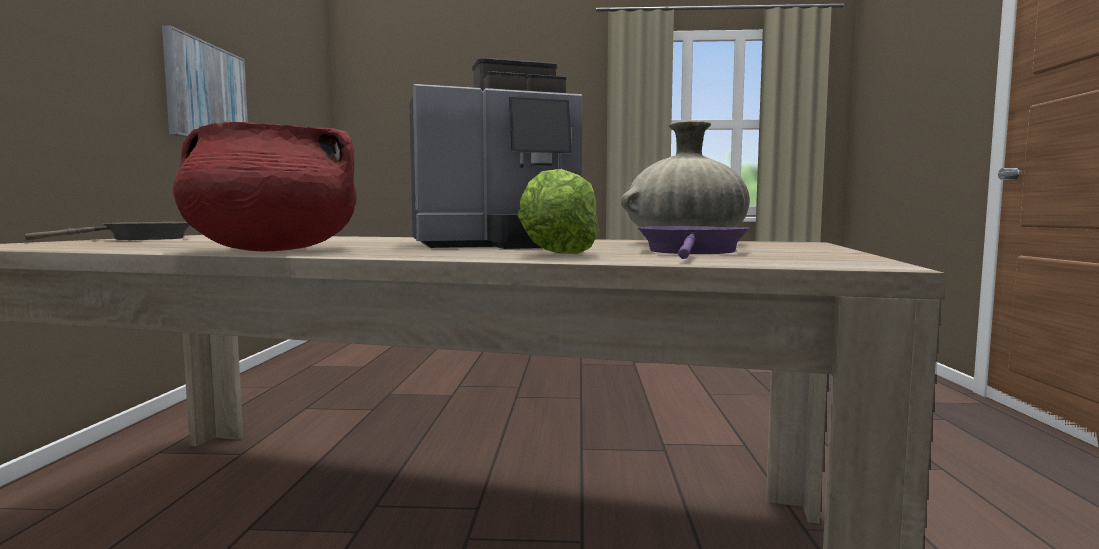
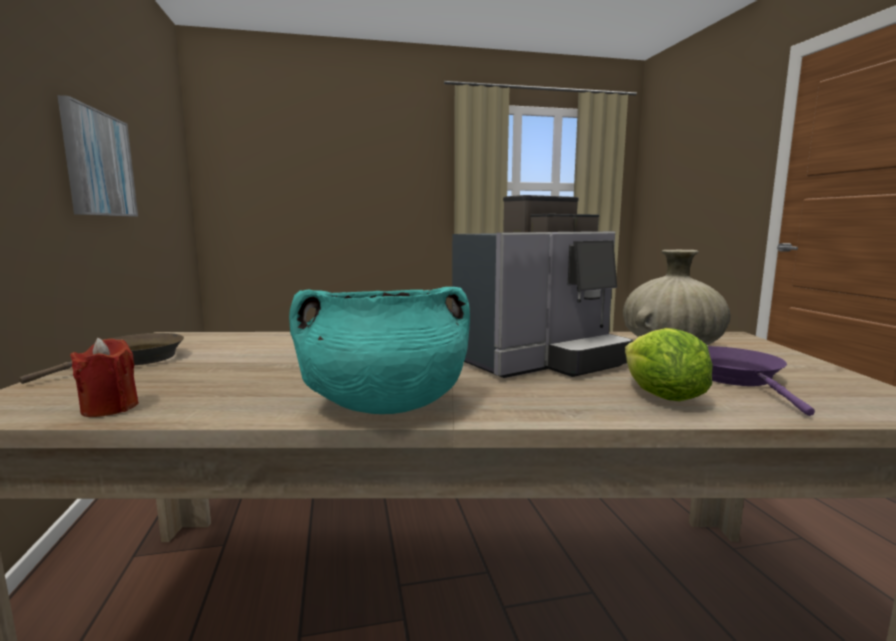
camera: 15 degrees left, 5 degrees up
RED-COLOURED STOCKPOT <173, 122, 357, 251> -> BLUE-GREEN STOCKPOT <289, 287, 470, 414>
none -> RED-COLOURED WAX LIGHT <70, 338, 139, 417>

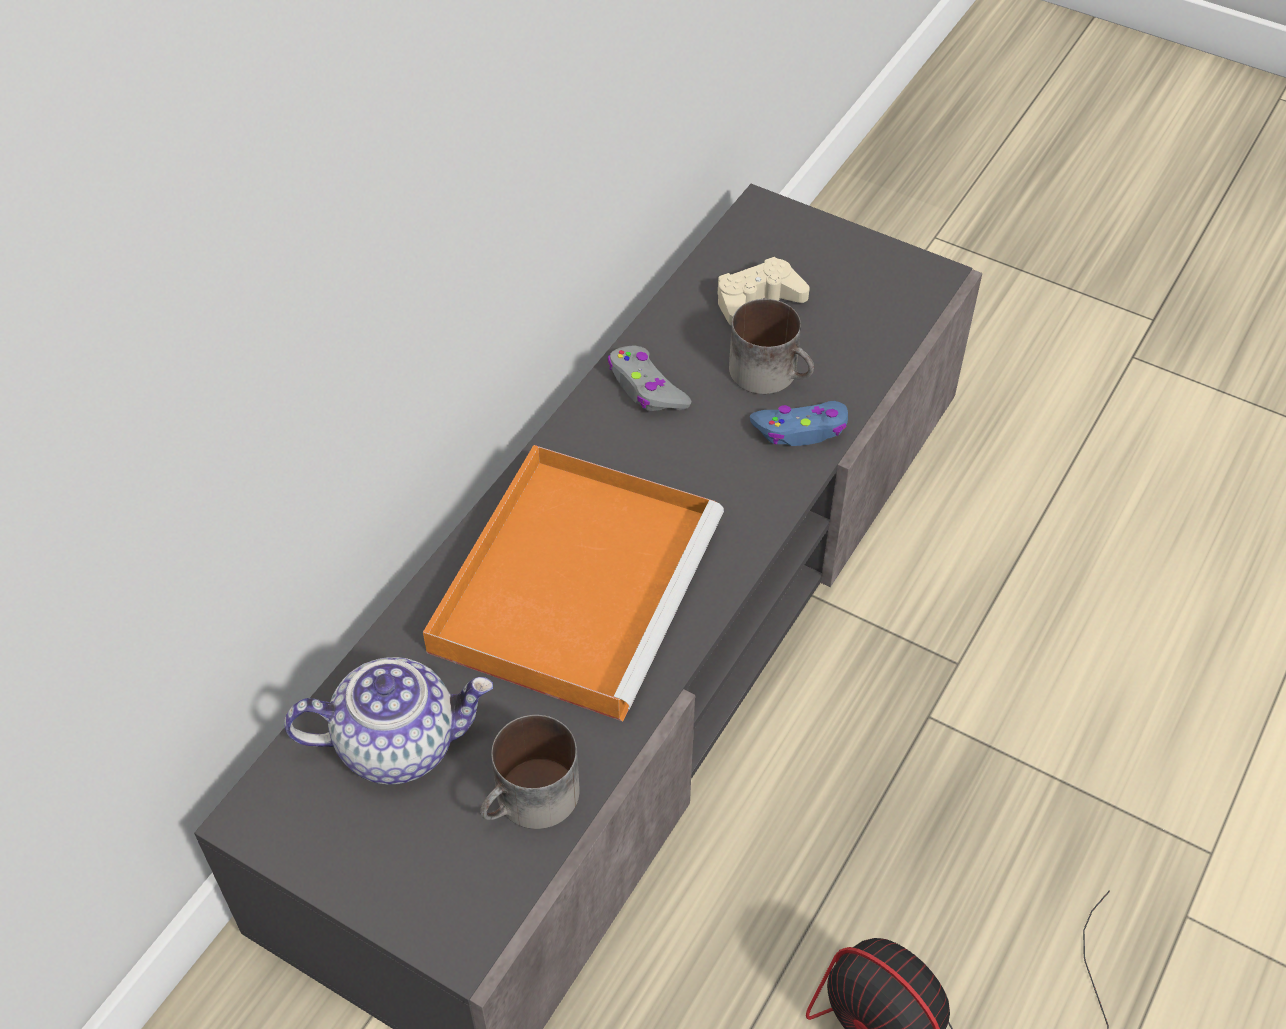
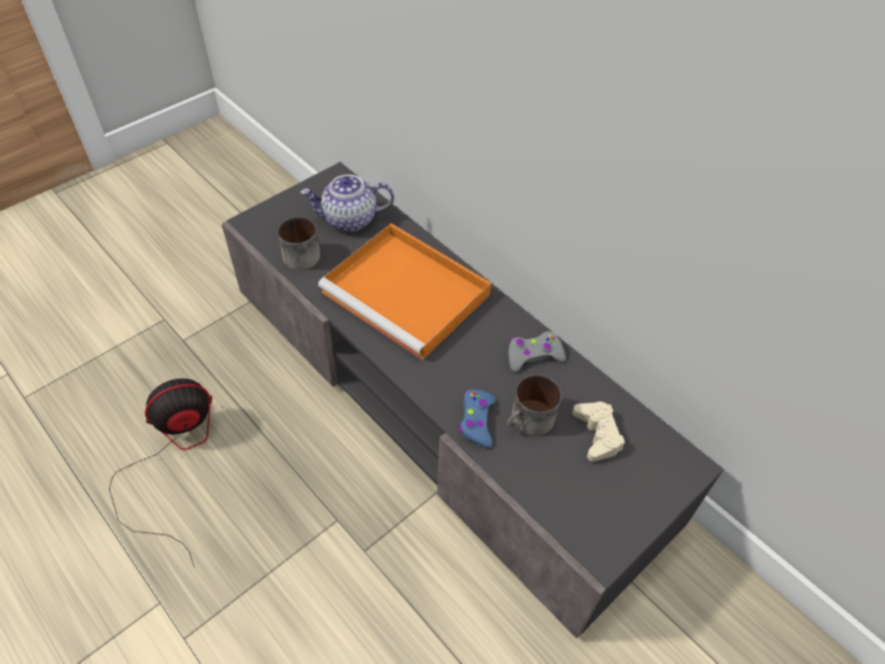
camera: 105 degrees right, 0 degrees up
TEA POT <284, 657, 493, 784> -> TEA POT <300, 175, 394, 232>, 75 degrees clockwise

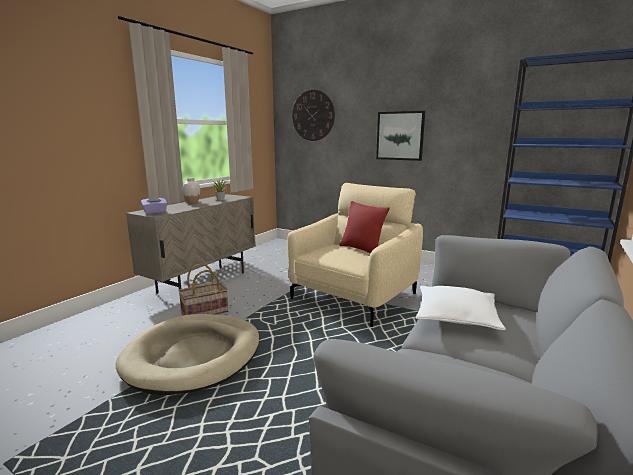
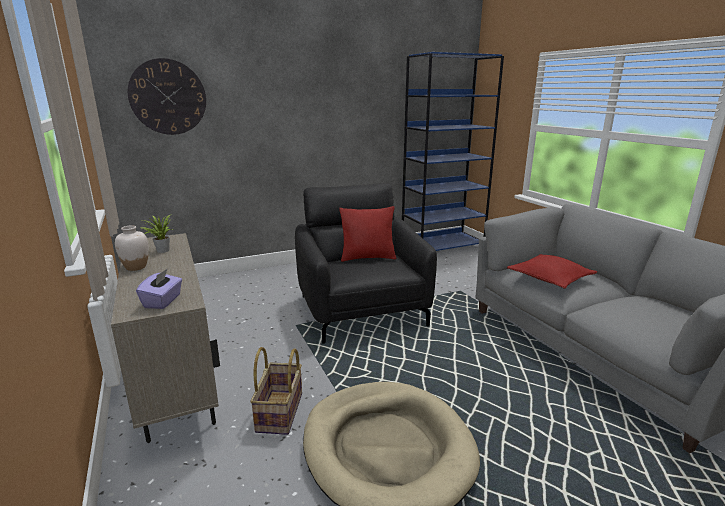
camera: 55 degrees left, 5 degrees up
BEIGE-COLOURED LOUNGE CHAIR <287, 183, 423, 327> -> BLACK LOUNGE CHAIR <295, 183, 437, 344>
WALL PICTURE <376, 111, 425, 161> -> none
WHITE-COLOURED PILLOW <416, 286, 506, 330> -> RED-COLOURED PILLOW <507, 254, 597, 289>

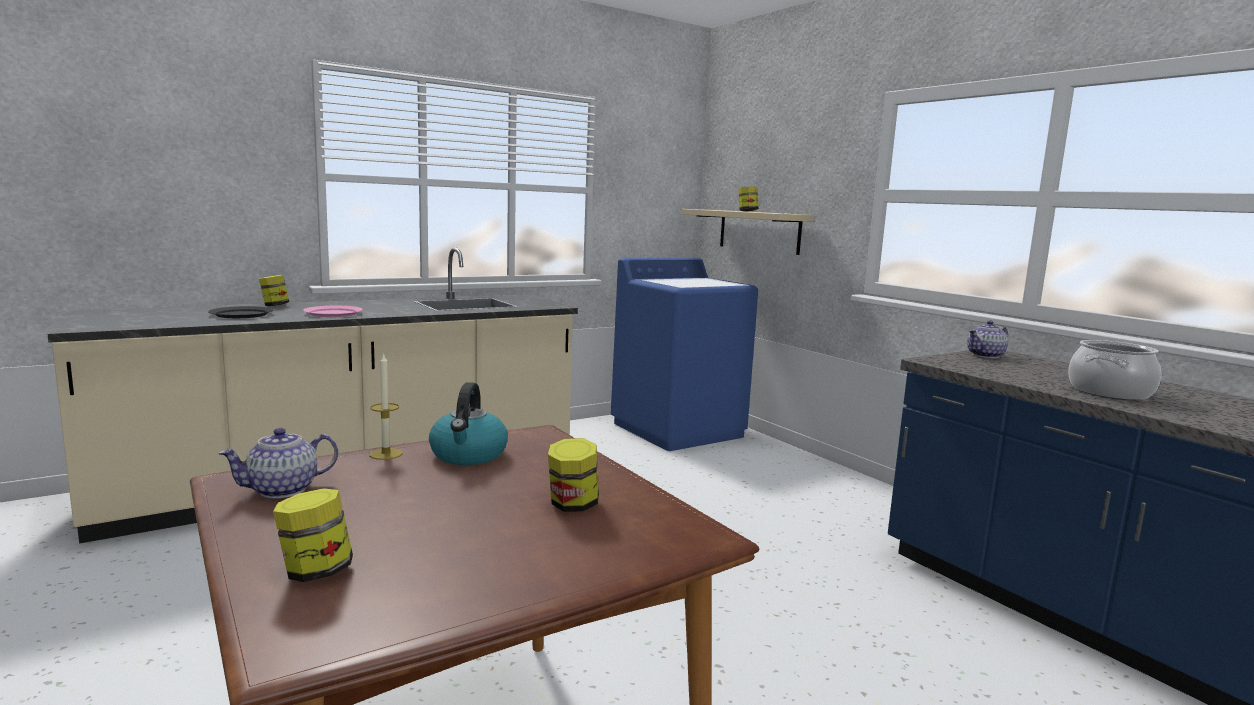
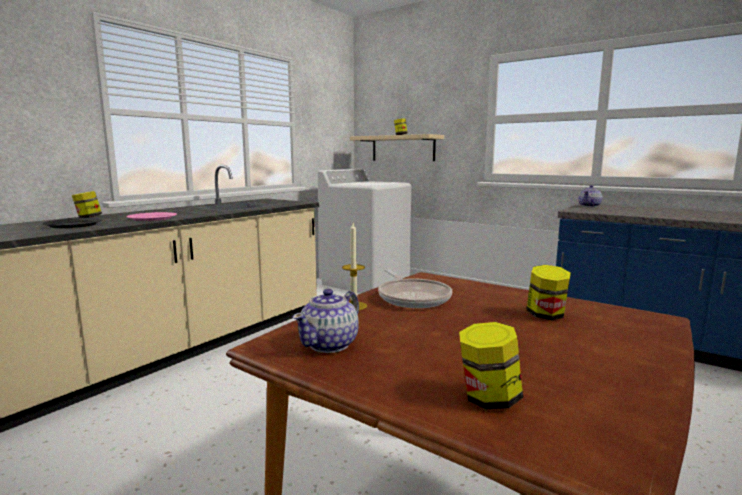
camera: 20 degrees left, 0 degrees up
TEA KETTLE <429, 382, 508, 465> -> SKILLET <378, 269, 452, 308>
BLUE-COLOURED LAUNDRY APPLIANCE <611, 257, 758, 451> -> WHITE-COLOURED LAUNDRY APPLIANCE <318, 169, 411, 293>
STOCKPOT <1068, 340, 1161, 400> -> none

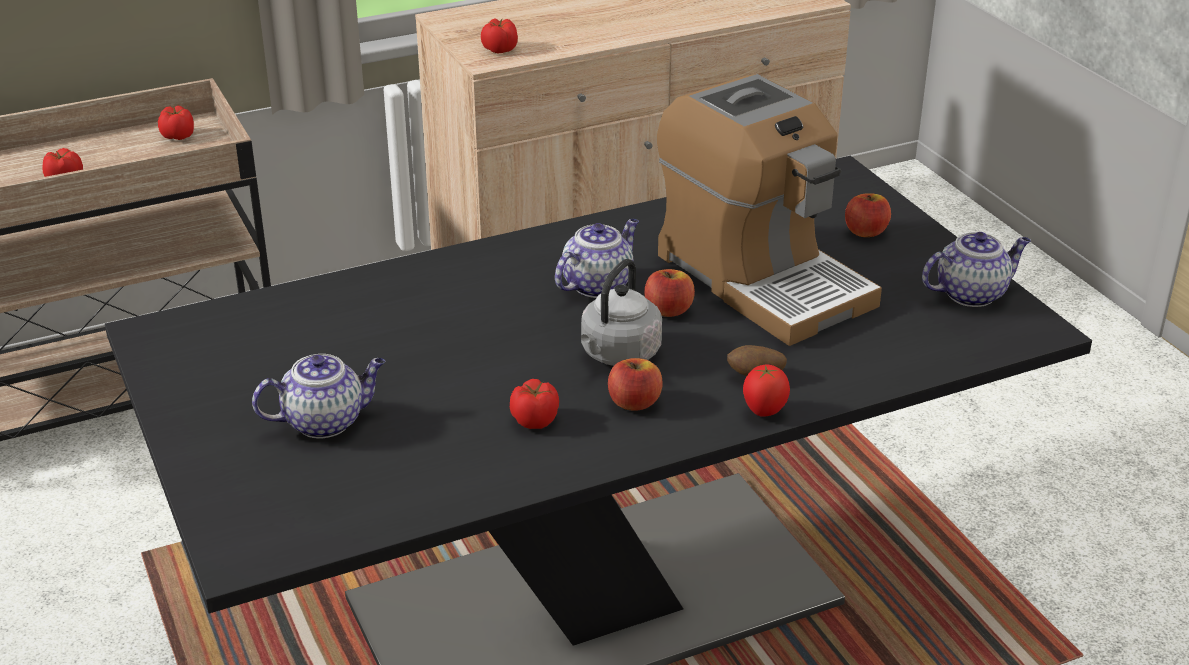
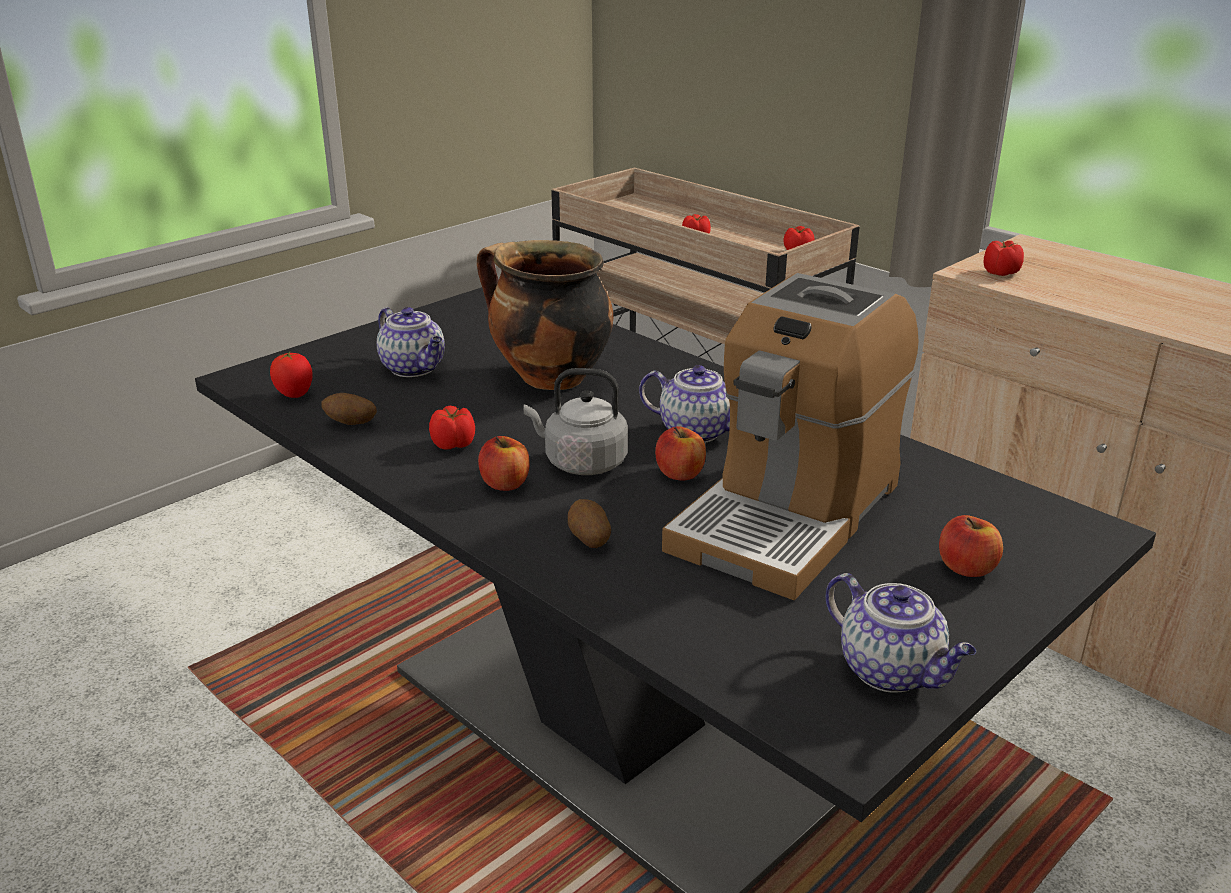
camera: 70 degrees right, 5 degrees down
TOMATO <743, 365, 790, 417> -> TOMATO <270, 352, 313, 398>, move
none -> SPUD <321, 393, 377, 425>
none -> STOCKPOT <477, 240, 613, 390>

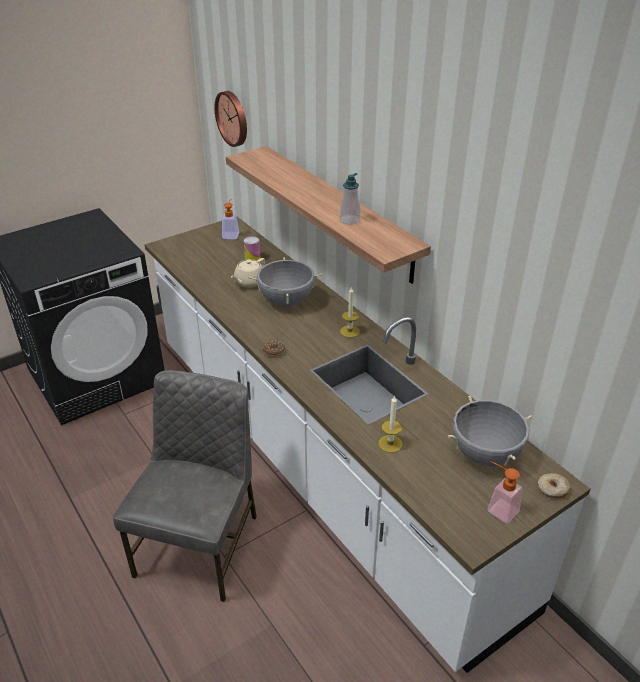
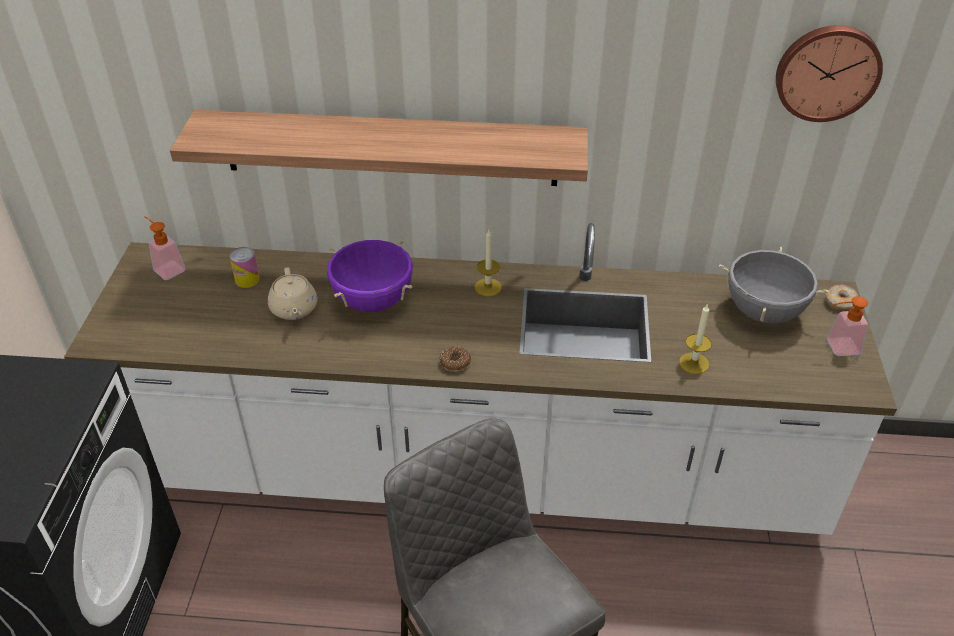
camera: 50 degrees left, 5 degrees up
CLOCK ON THE WALL <215, 91, 247, 147> -> CLOCK ON THE WALL <776, 25, 883, 122>, move
GREY STOCKPOT <250, 257, 322, 306> -> PURPLE-COLOURED STOCKPOT <327, 240, 413, 312>
LIQUID SOAP BOTTLE <340, 173, 361, 225> -> none

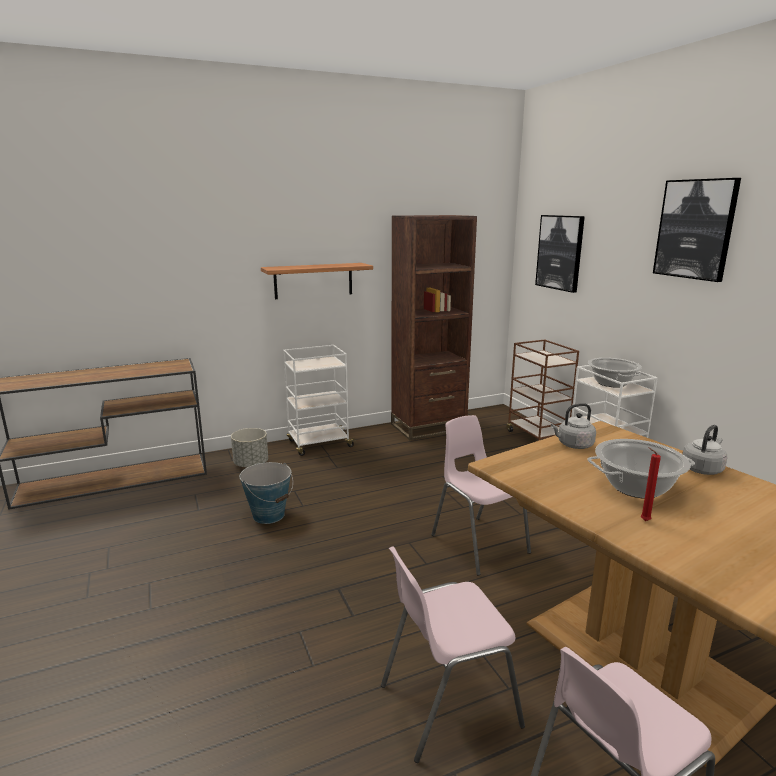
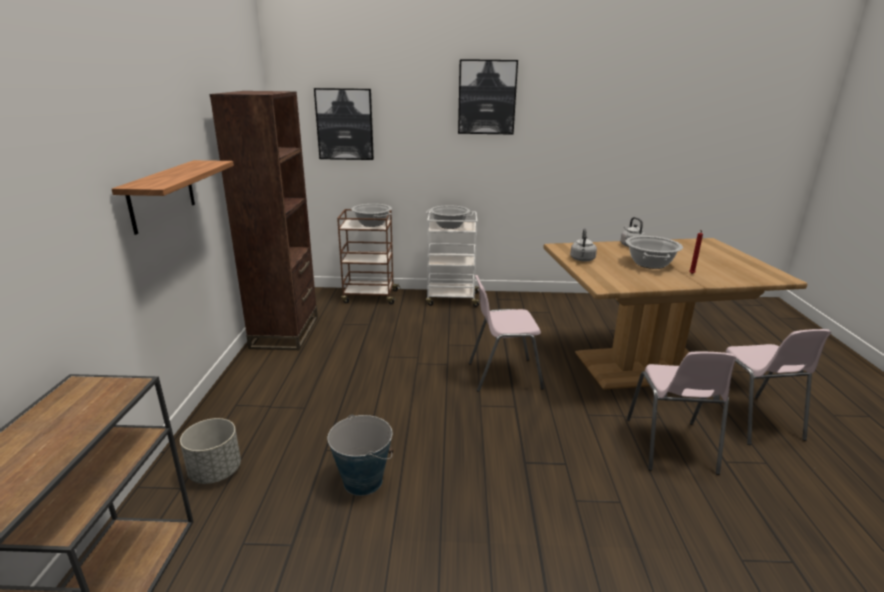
camera: 65 degrees left, 5 degrees up
WHITE-COLOURED CART <283, 345, 357, 456> -> none
none -> STOCKPOT <351, 204, 392, 227>

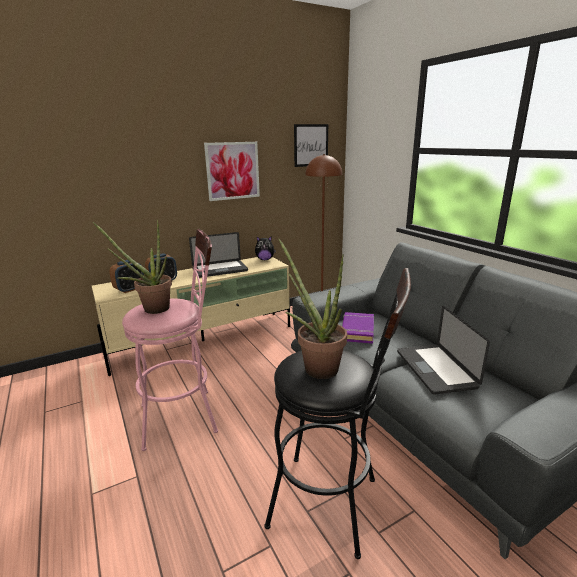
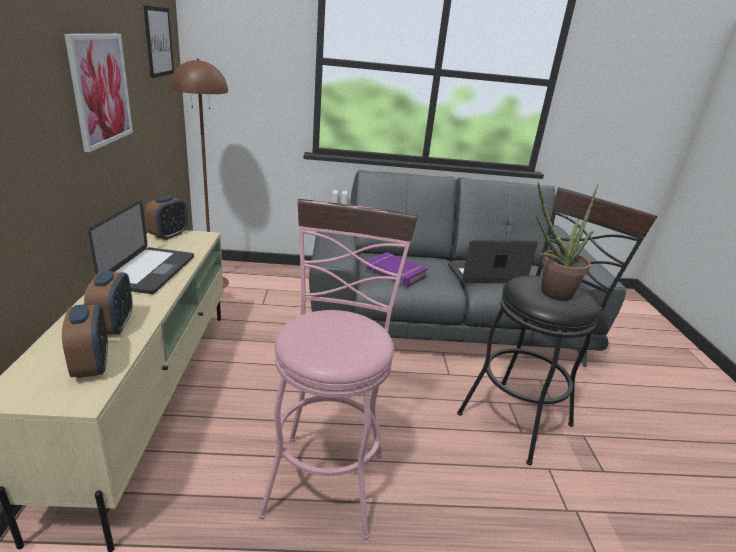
camera: 65 degrees left, 5 degrees up
POTTED PLANT <93, 219, 172, 314> -> none
CUDDLY TOY <255, 237, 276, 260> -> ALARM CLOCK <145, 195, 188, 240>
LAPTOP <397, 306, 490, 395> -> LAPTOP <448, 240, 538, 283>, 150 degrees clockwise

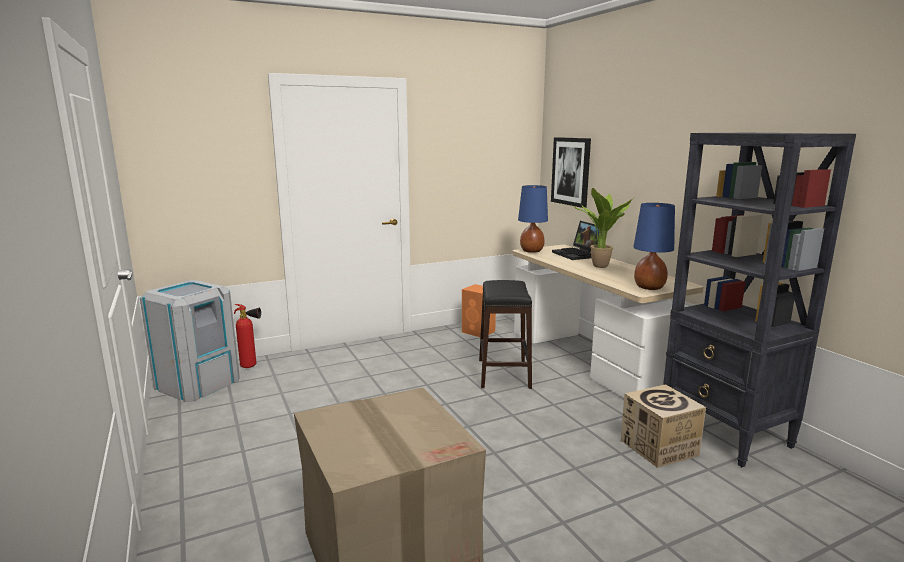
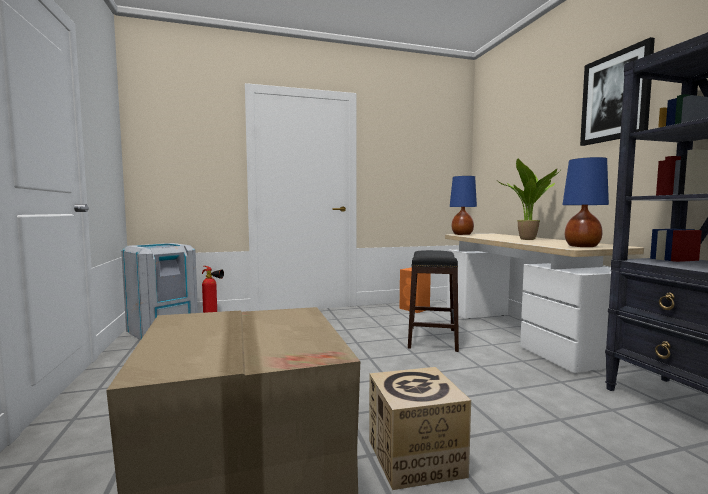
camera: 10 degrees right, 10 degrees down
WALL PICTURE <551, 137, 591, 208> -> WALL PICTURE <580, 37, 655, 146>, move
LAPTOP <552, 221, 599, 260> -> none
CARTON <620, 384, 706, 468> -> CARTON <369, 367, 471, 490>, move

